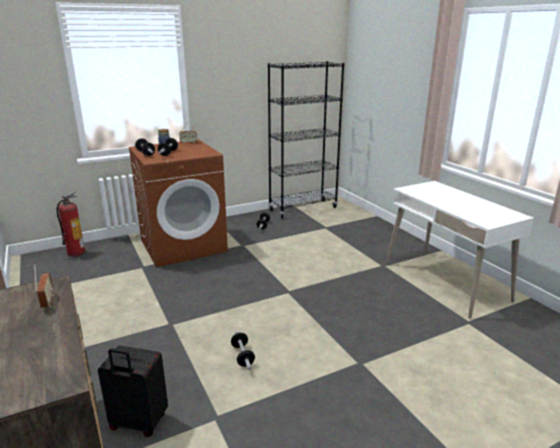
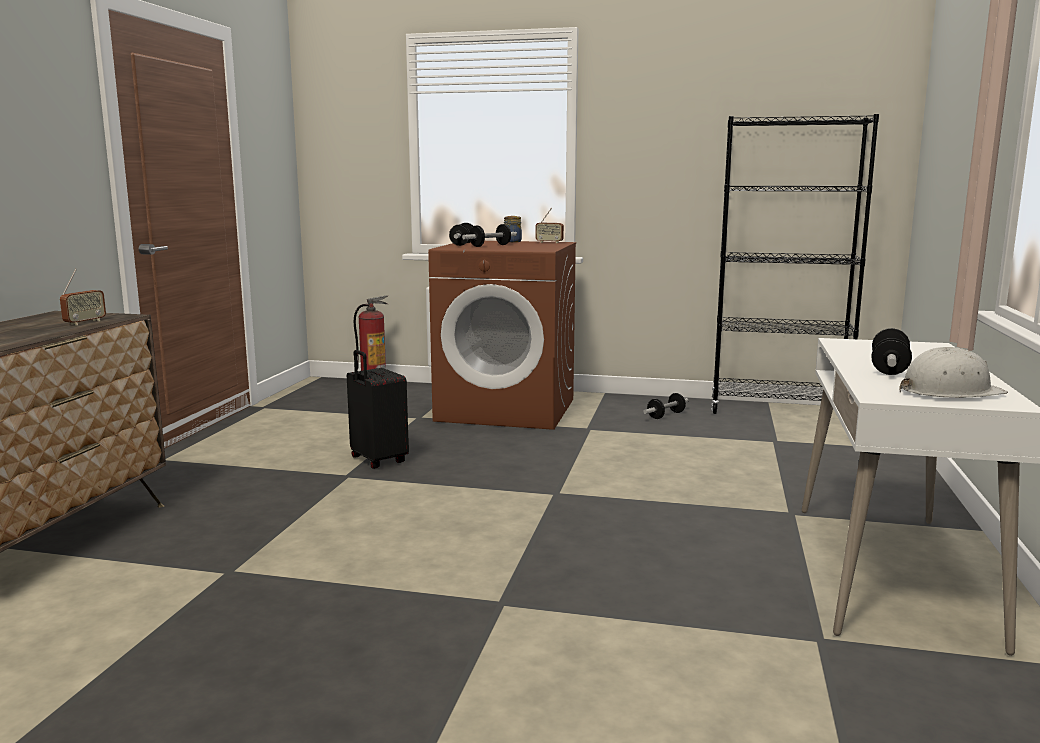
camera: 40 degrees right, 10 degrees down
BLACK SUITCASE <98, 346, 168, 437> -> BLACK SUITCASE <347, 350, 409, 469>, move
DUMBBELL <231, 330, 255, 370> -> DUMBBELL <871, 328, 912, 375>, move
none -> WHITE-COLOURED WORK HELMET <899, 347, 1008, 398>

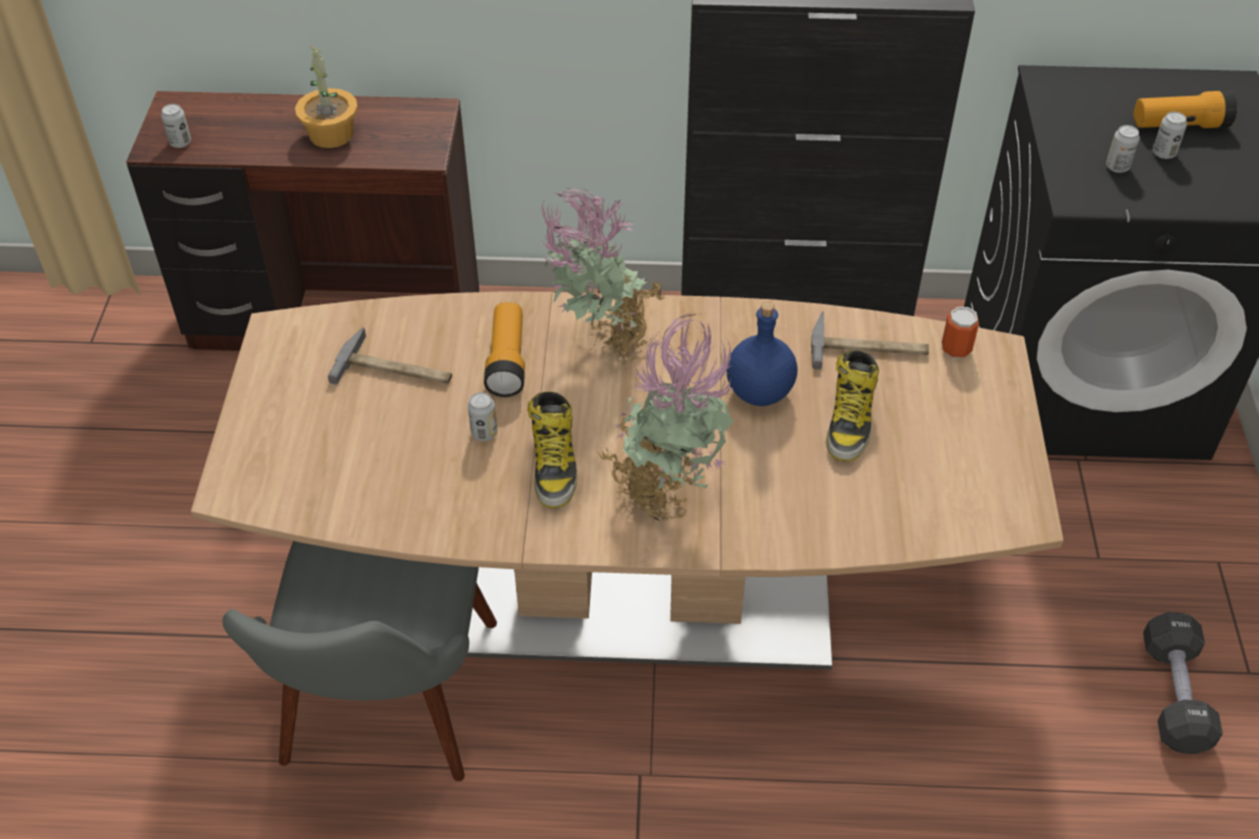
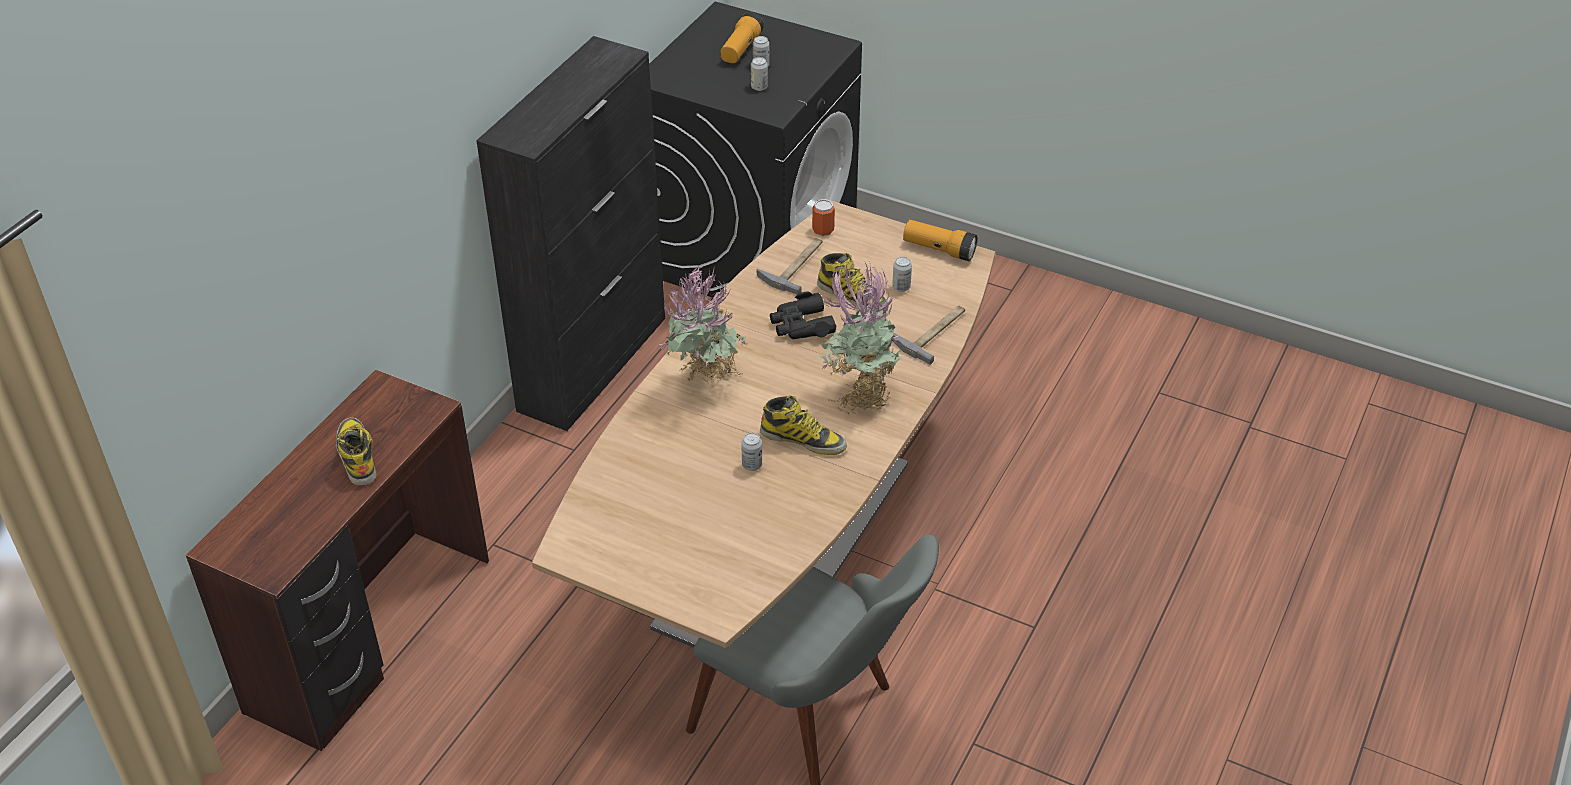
camera: 65 degrees left, 5 degrees down
METAL CAN <161, 104, 191, 148> -> METAL CAN <892, 257, 912, 292>, move
POTTED PLANT <295, 46, 358, 148> -> HIGH-TOP BOOT <336, 418, 377, 485>
HAMMER <328, 327, 452, 384> -> HAMMER <892, 306, 965, 365>, move
TORCH <484, 302, 525, 397> -> TORCH <903, 220, 977, 261>, move
BLUE-COLOURED BEVERAGE BOTTLE <726, 302, 797, 406> -> BLACK BINOCULARS <770, 292, 837, 339>
BLACK DUMBBELL <1143, 612, 1223, 754> -> none

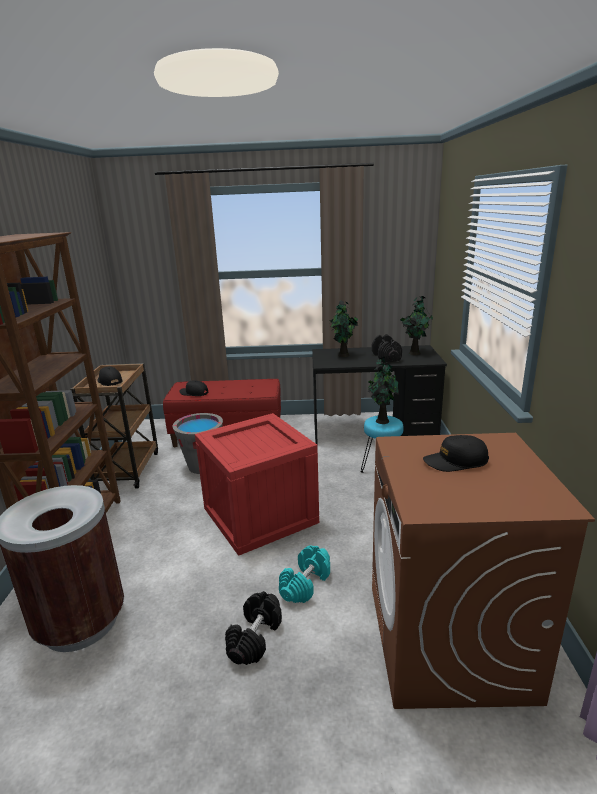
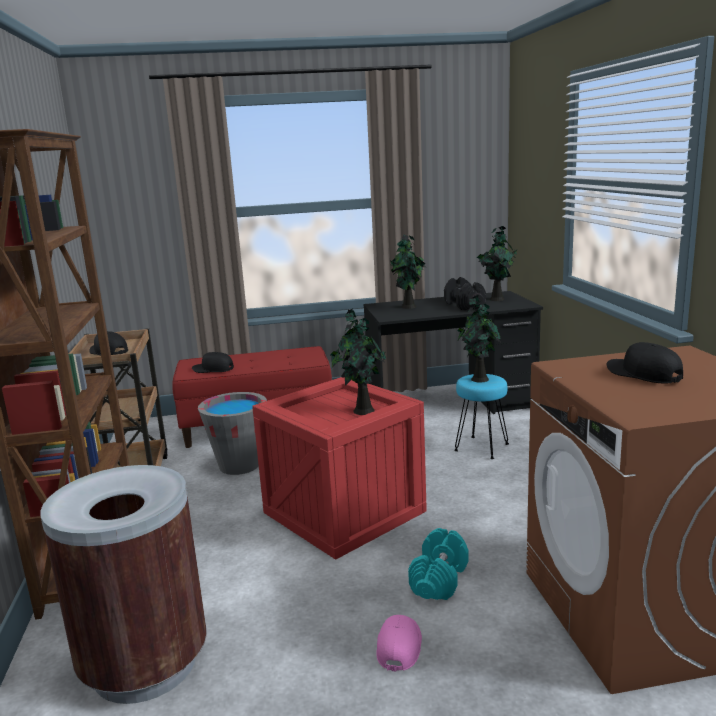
camera: 10 degrees left, 5 degrees down
BLACK DUMBBELL <225, 591, 282, 665> -> PINK-COLOURED BASEBALL CAP <376, 615, 422, 671>
BLACK BASEBALL CAP <423, 435, 489, 472> -> BLACK BASEBALL CAP <607, 342, 683, 383>, 75 degrees clockwise
none -> POTTED PLANT <330, 309, 386, 415>

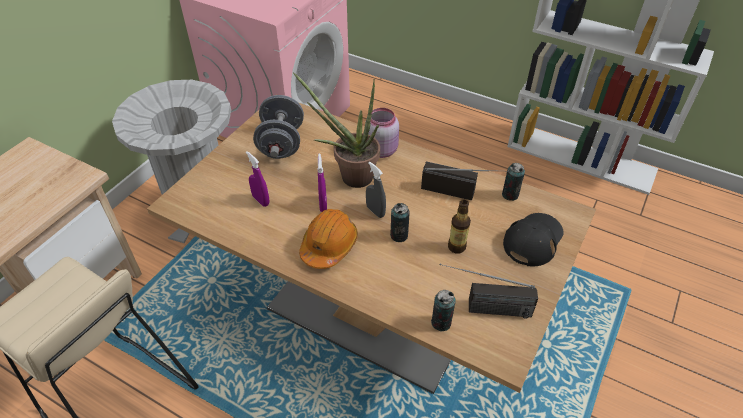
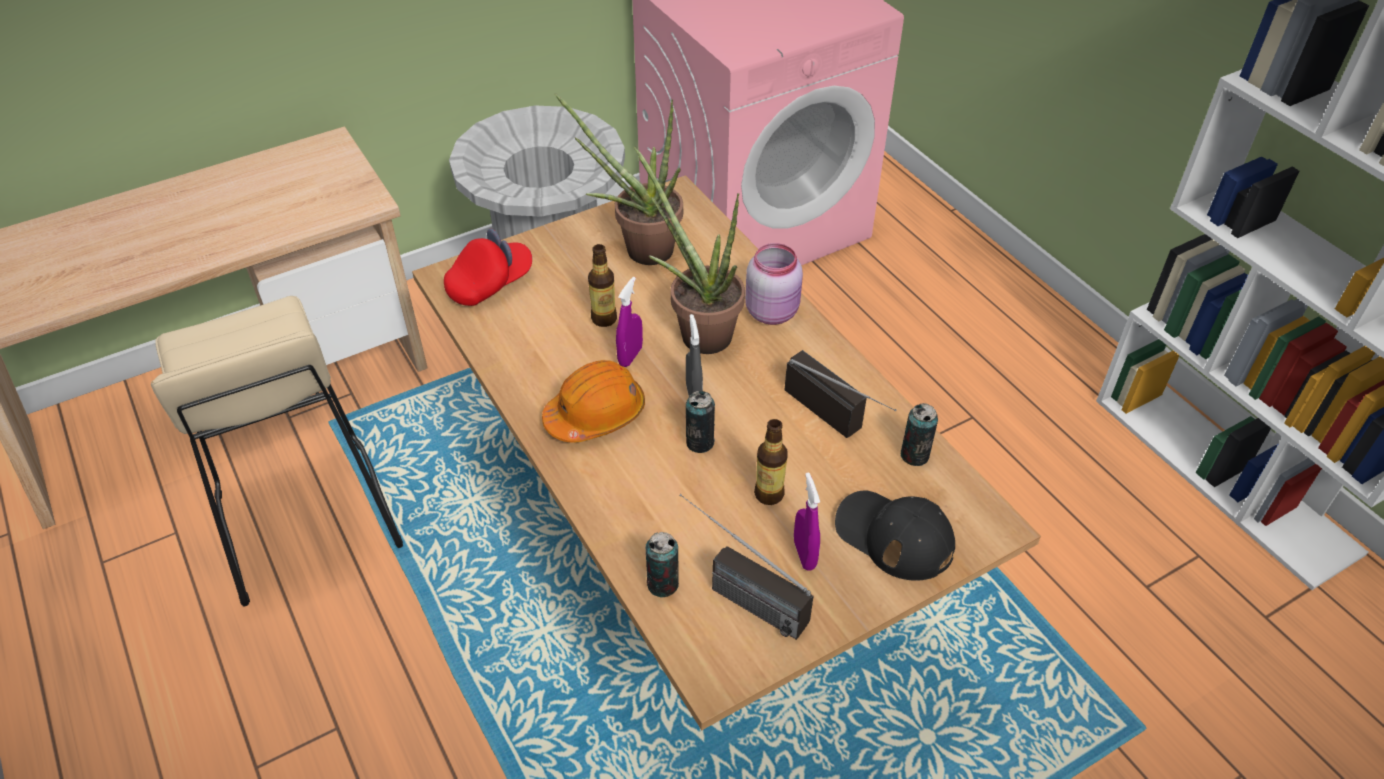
camera: 30 degrees right, 0 degrees up
PURPLE-COLOURED SPRAYER <246, 151, 270, 207> -> PURPLE-COLOURED SPRAYER <794, 472, 820, 570>, move
GREY DUMBBELL <253, 95, 304, 159> -> POTTED PLANT <555, 93, 683, 265>
BLACK BASEBALL CAP <503, 213, 564, 266> -> BLACK BASEBALL CAP <835, 491, 955, 581>, 120 degrees counterclockwise
none -> RED-COLOURED BASEBALL CAP <444, 228, 532, 306>
none -> BEVERAGE BOTTLE <588, 244, 617, 327>

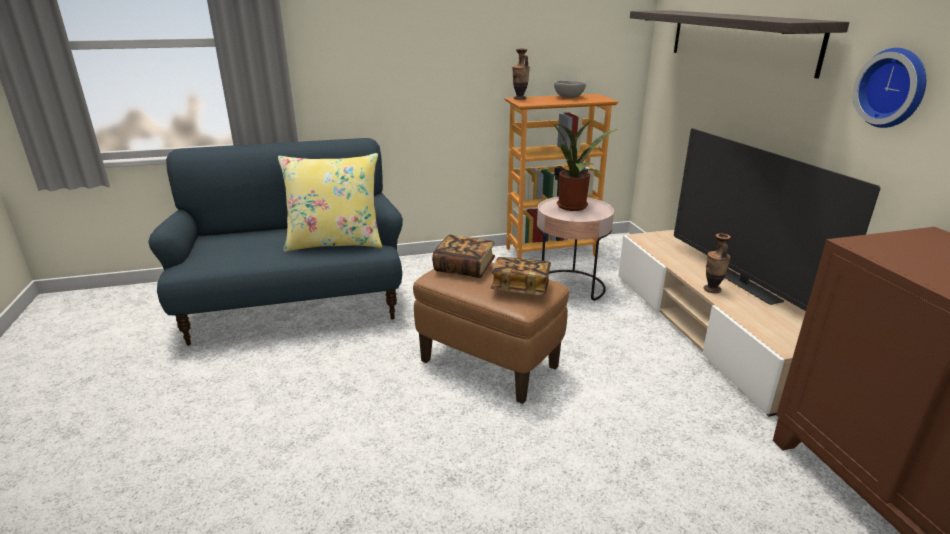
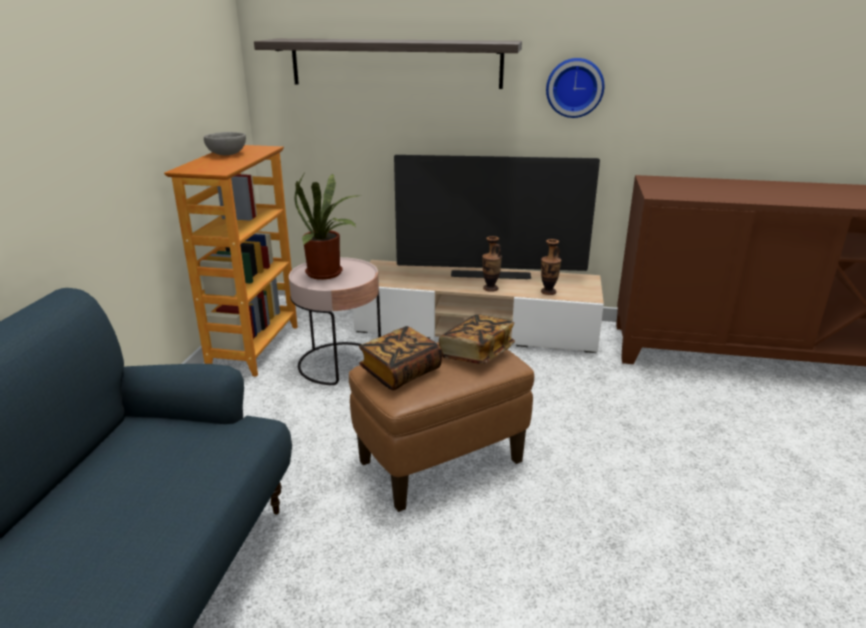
camera: 65 degrees left, 0 degrees up
YELLOW-COLOURED PILLOW <278, 153, 382, 252> -> none
VASE <512, 49, 530, 100> -> VASE <541, 239, 561, 295>, move

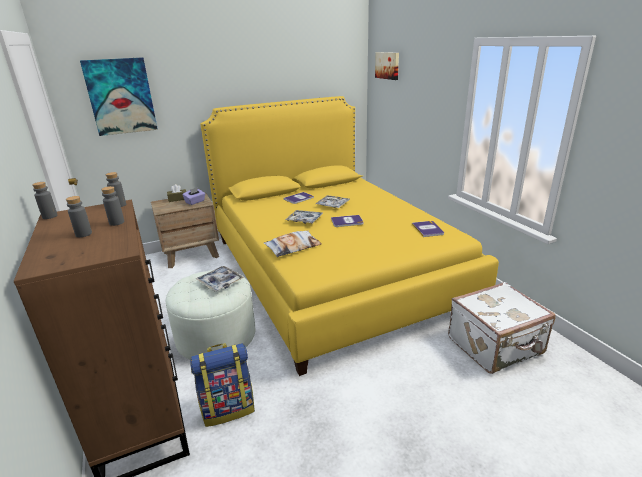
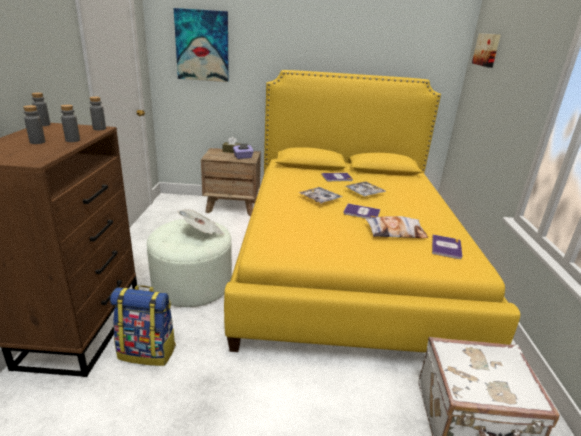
camera: 25 degrees right, 0 degrees up
SERVING TRAY <196, 266, 244, 291> -> NEWSPAPER <177, 209, 225, 235>
PILLOW <263, 231, 322, 257> -> PILLOW <365, 216, 428, 238>, move

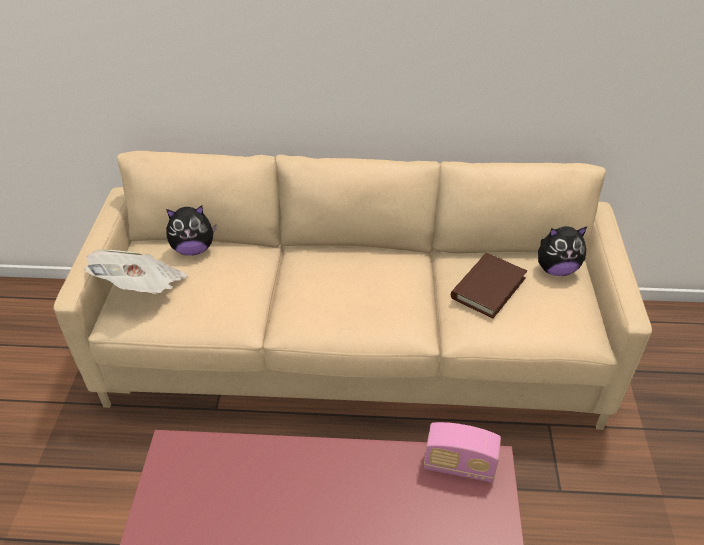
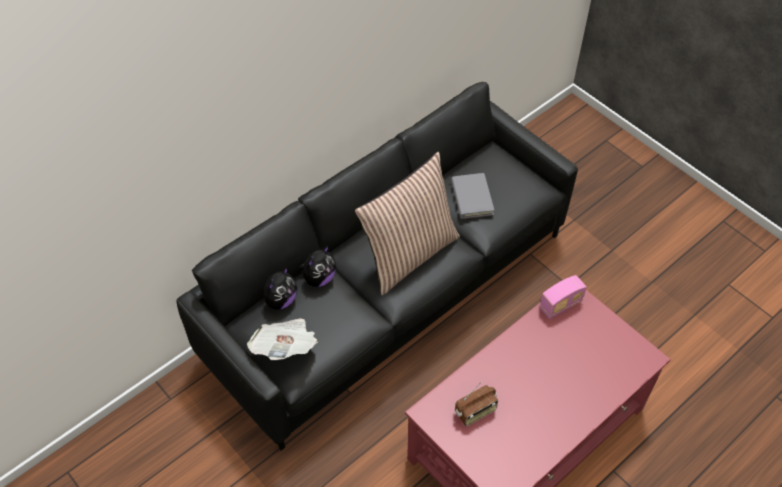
camera: 45 degrees left, 10 degrees up
BEIGE-COLOURED SOFA <54, 151, 652, 430> -> BLACK SOFA <176, 82, 578, 451>
BROWN BOUND BOOK <451, 253, 527, 318> -> GREY BOUND BOOK <451, 173, 495, 219>
CUDDLY TOY <538, 226, 587, 276> -> CUDDLY TOY <299, 246, 336, 287>, move
none -> PILLOW <355, 152, 460, 295>
none -> RADIO SET <455, 382, 498, 426>

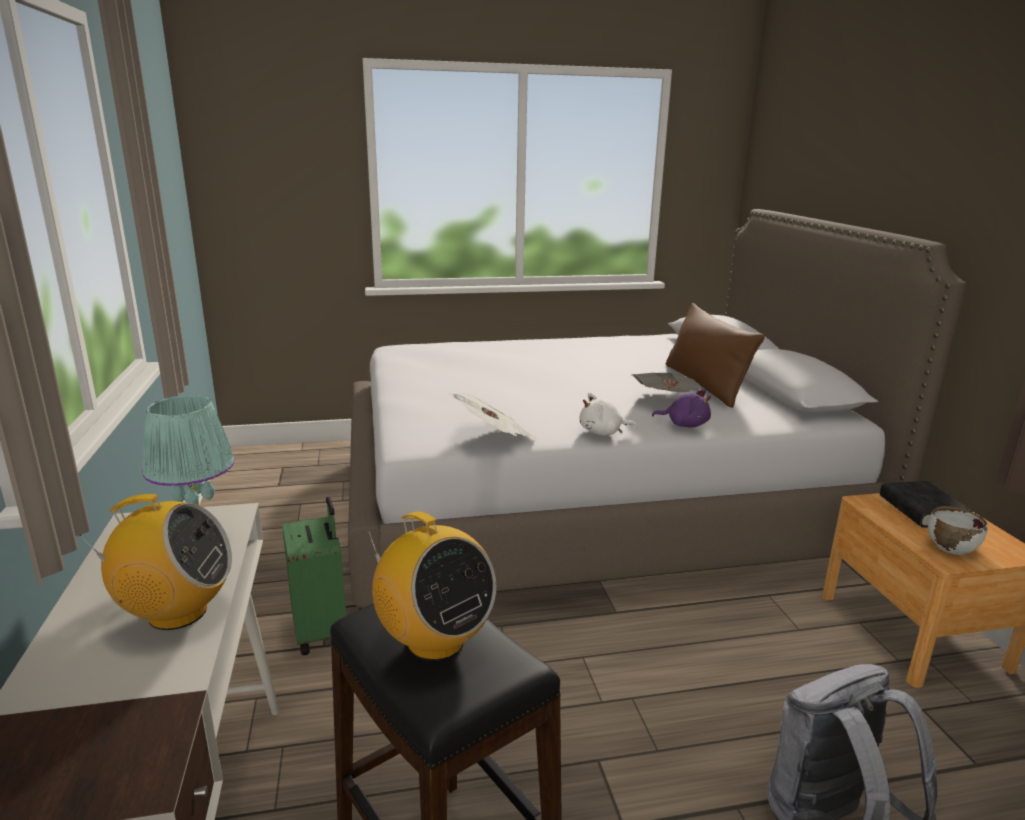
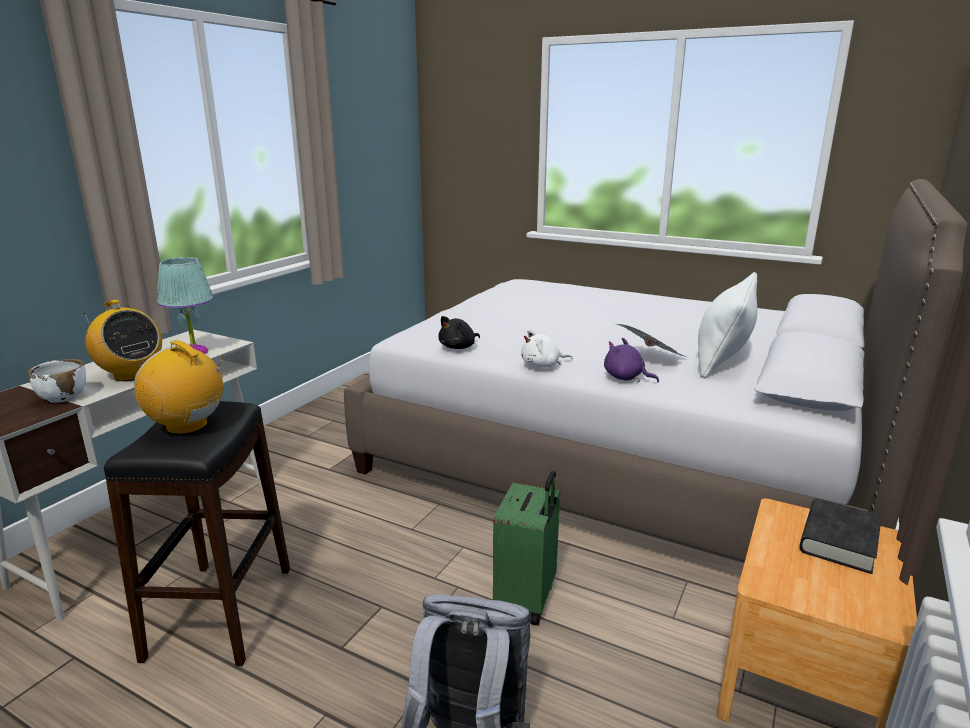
camera: 40 degrees right, 0 degrees up
GREEN-COLOURED SUITCASE <282, 497, 346, 656> -> GREEN-COLOURED SUITCASE <493, 471, 560, 625>, move
RADIO SET <368, 511, 496, 661> -> RADIO SET <134, 340, 224, 435>, 120 degrees clockwise
NEWSPAPER <450, 393, 536, 438> -> BLACK CUDDLY TOY <438, 316, 480, 349>
WHITE-COLOURED CUDDLY TOY <580, 393, 637, 435> -> WHITE-COLOURED CUDDLY TOY <521, 329, 573, 368>, 45 degrees counterclockwise
PURPLE-COLOURED CUDDLY TOY <652, 389, 711, 427> -> PURPLE-COLOURED CUDDLY TOY <604, 338, 659, 382>, 150 degrees clockwise
BROWN PILLOW <666, 303, 765, 408> -> WHITE-COLOURED PILLOW <698, 272, 757, 378>
WHITE-COLOURED DEEP DISH <928, 506, 988, 555> -> WHITE-COLOURED DEEP DISH <28, 359, 86, 403>, move

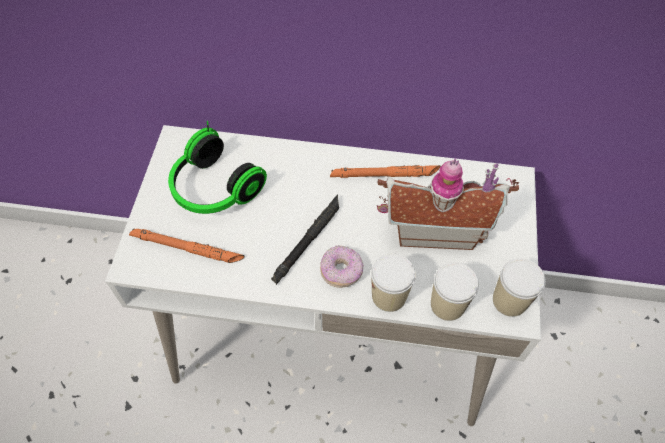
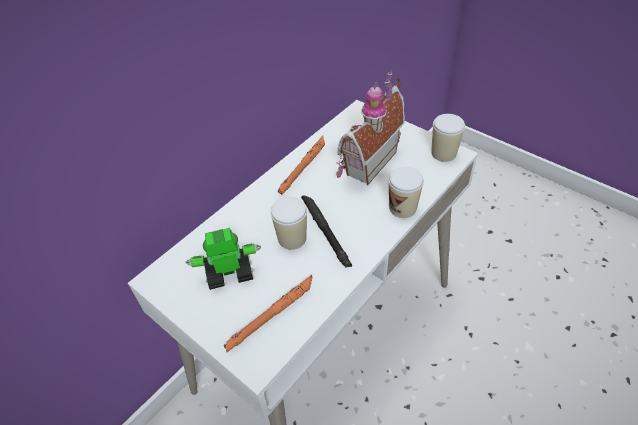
camera: 55 degrees left, 10 degrees down
HEADPHONES <168, 121, 267, 214> -> TOY ROBOT <185, 228, 261, 290>
DONUT <320, 245, 363, 288> -> none
SMALL CUP <431, 263, 479, 321> -> SMALL CUP <270, 197, 307, 250>, move

